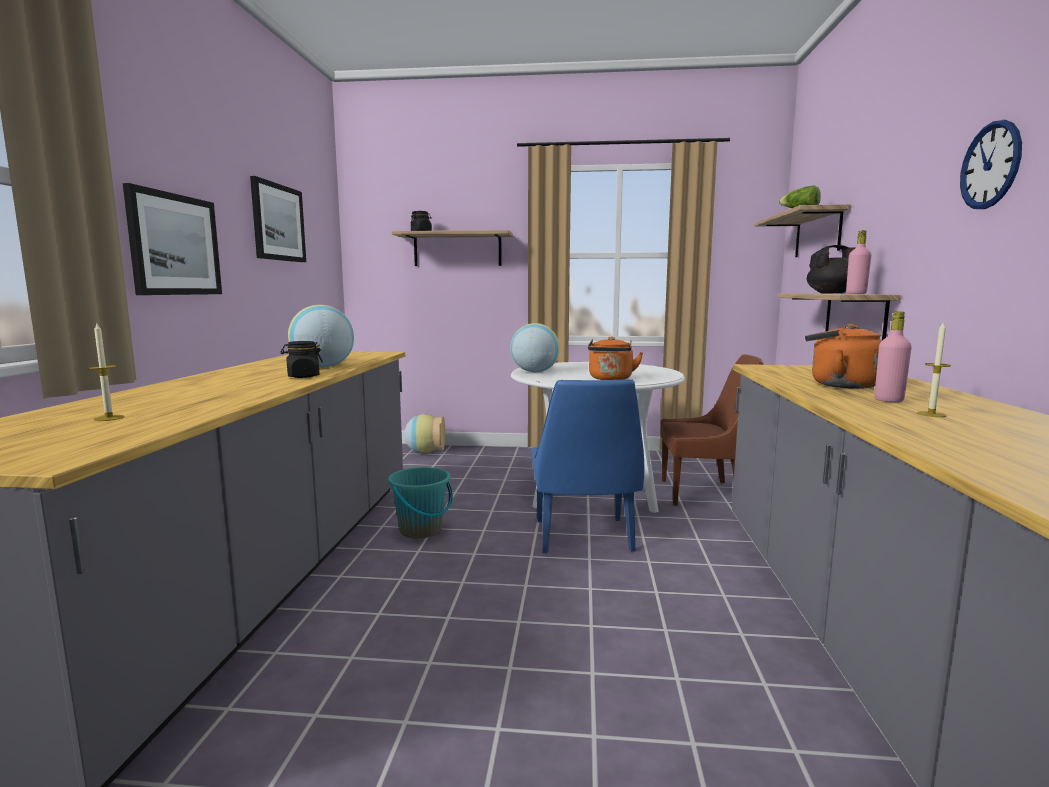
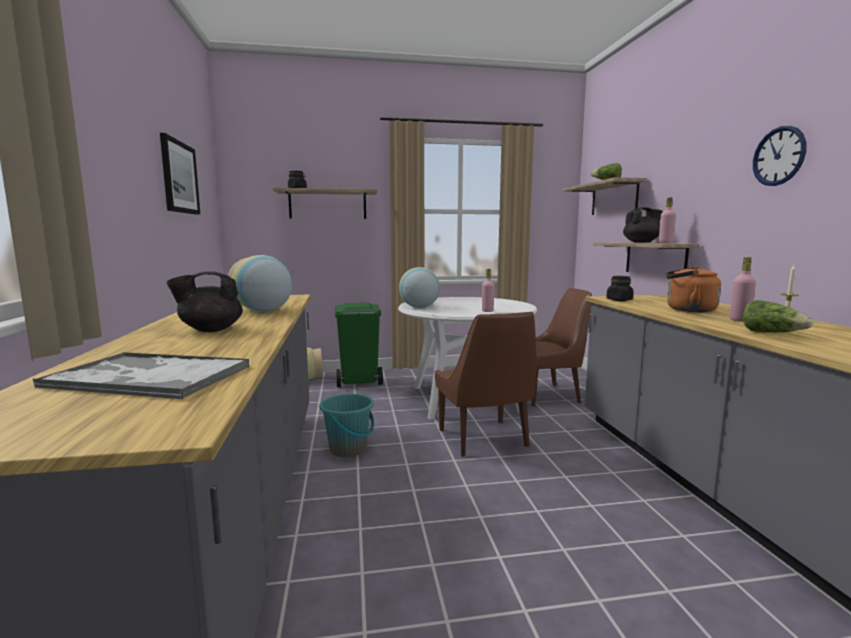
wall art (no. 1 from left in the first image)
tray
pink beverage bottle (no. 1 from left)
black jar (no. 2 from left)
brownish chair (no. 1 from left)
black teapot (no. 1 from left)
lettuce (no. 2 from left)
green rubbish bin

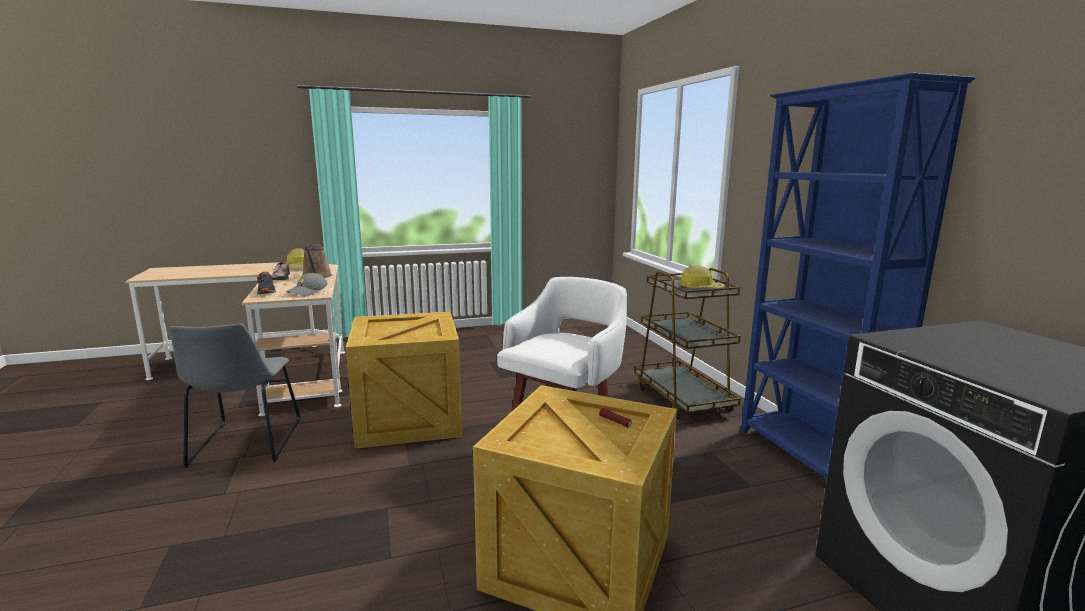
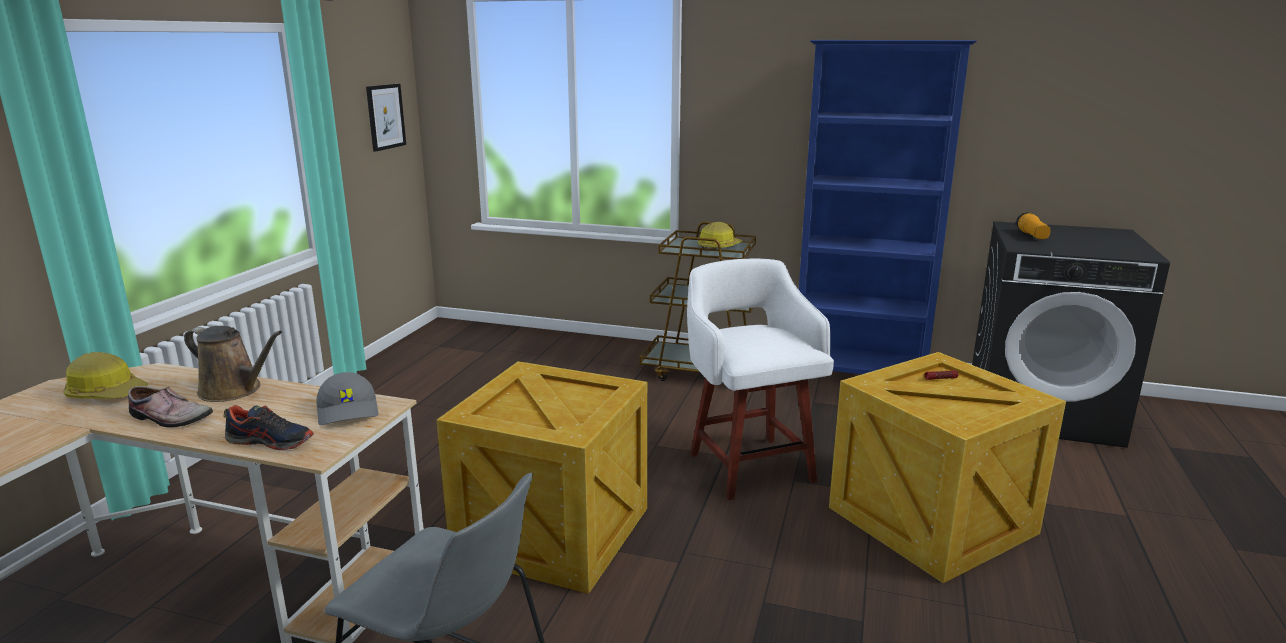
wall art
torch (no. 2 from left)

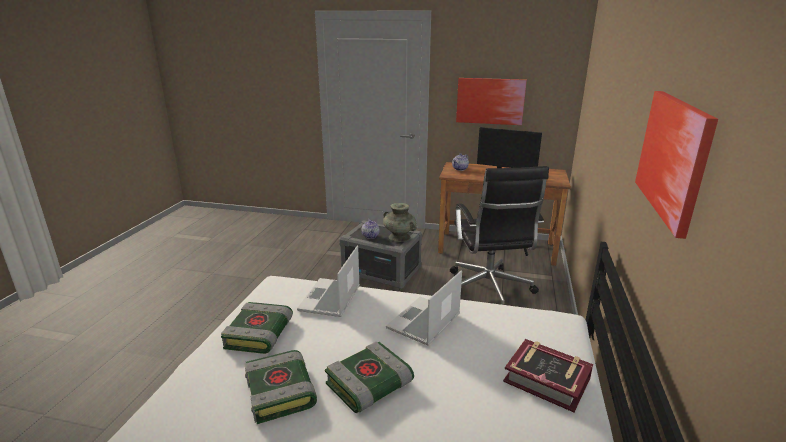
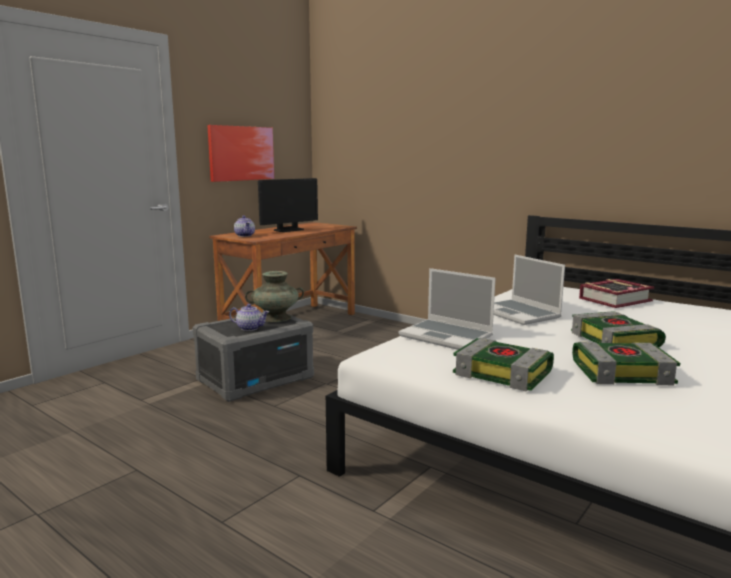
wall art (no. 2 from left in the first image)
black desk chair

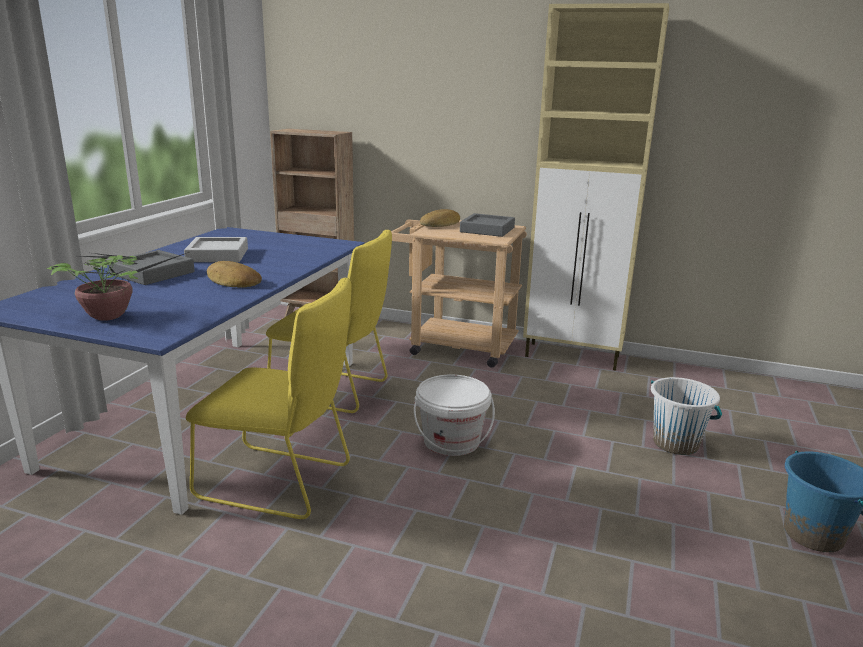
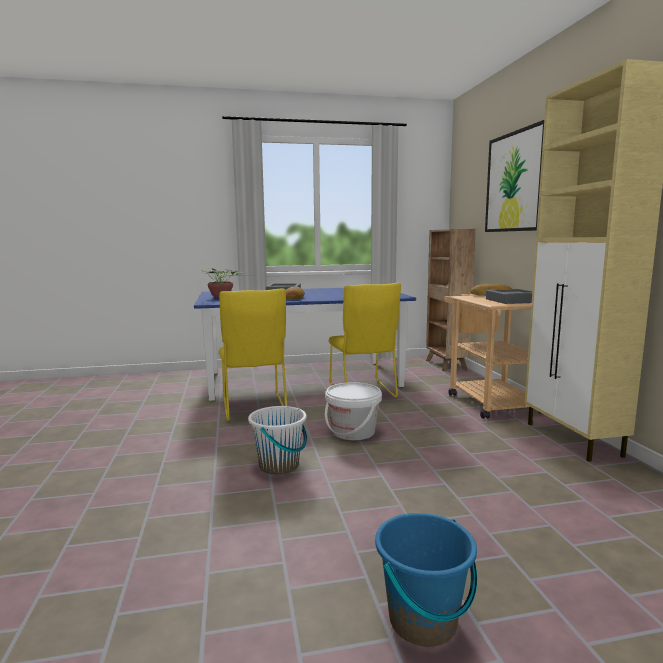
gray tray (no. 2 from left in the first image)
whitish bucket (no. 1 from left)
wall art

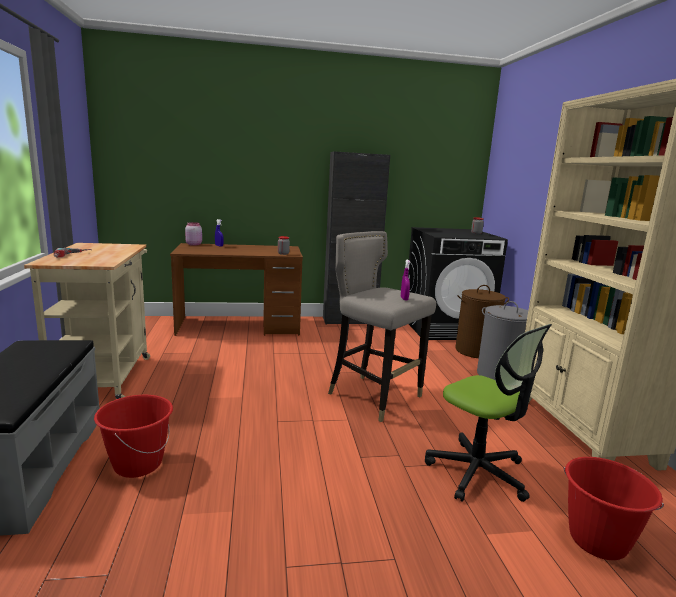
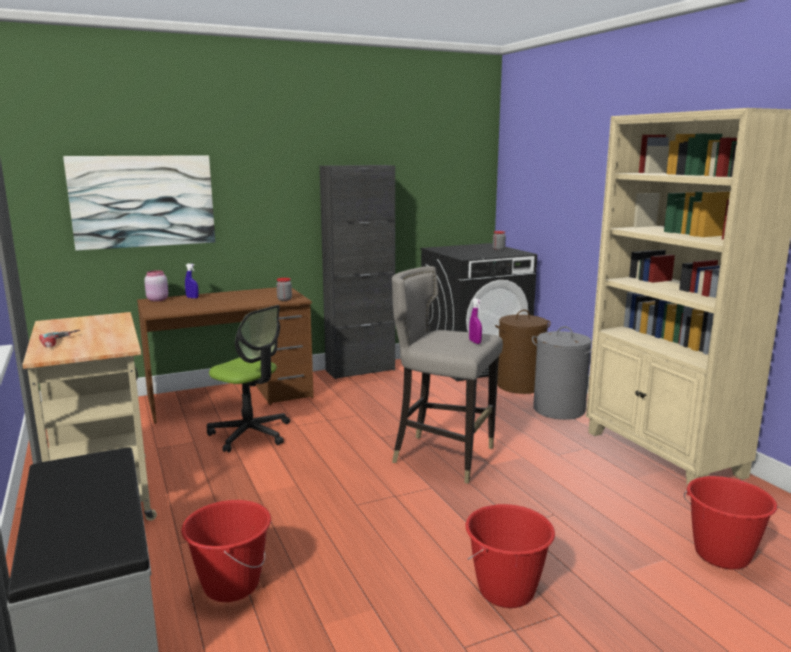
desk chair
wall art
red-coloured bucket (no. 2 from left)

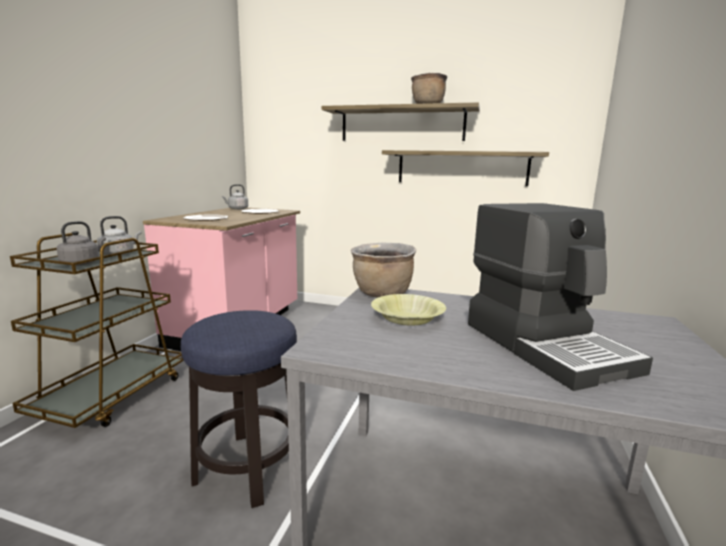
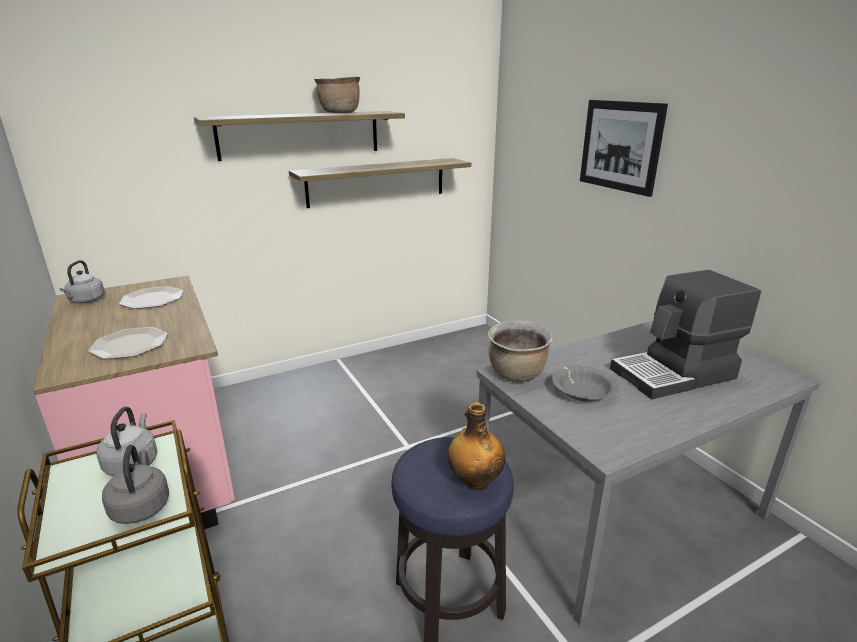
coffee machine
gray serving bowl
wall art
beverage bottle

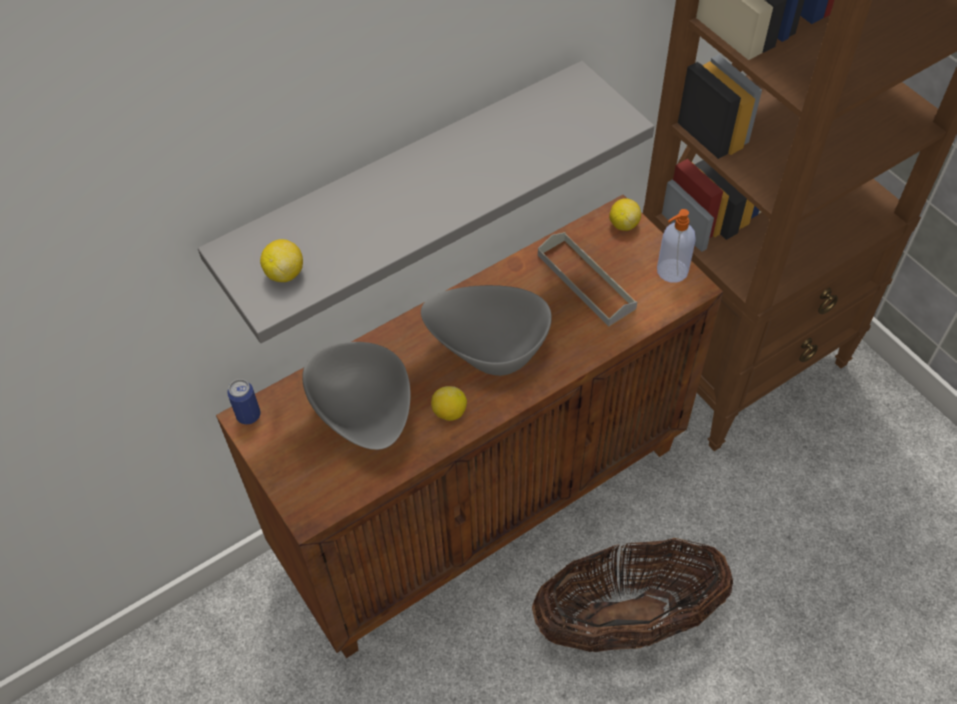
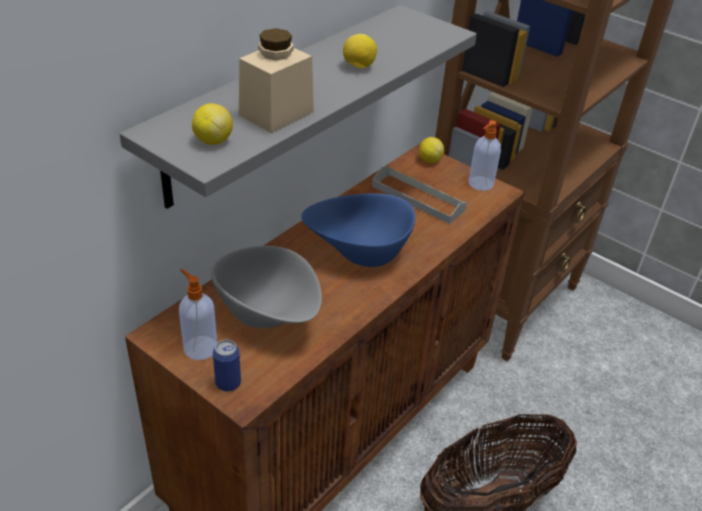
blue serving bowl
metal can
whole lemon (no. 2 from left)
sand-coloured jar
liquid soap bottle (no. 1 from left)

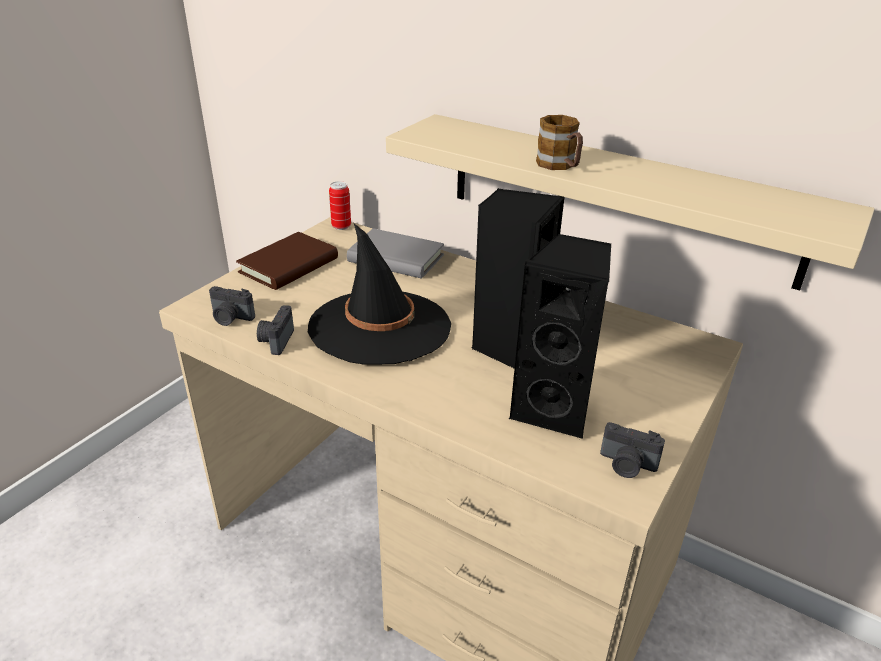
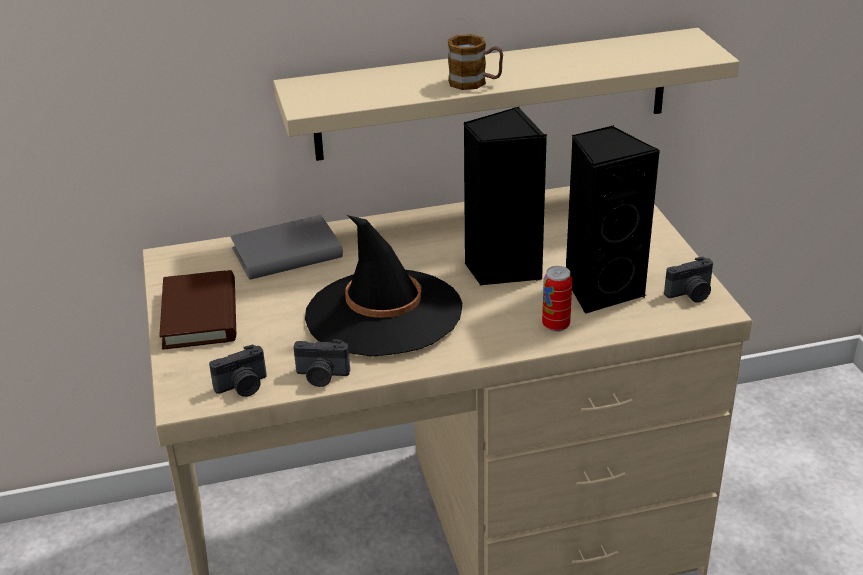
metal can
photo camera (no. 2 from left)

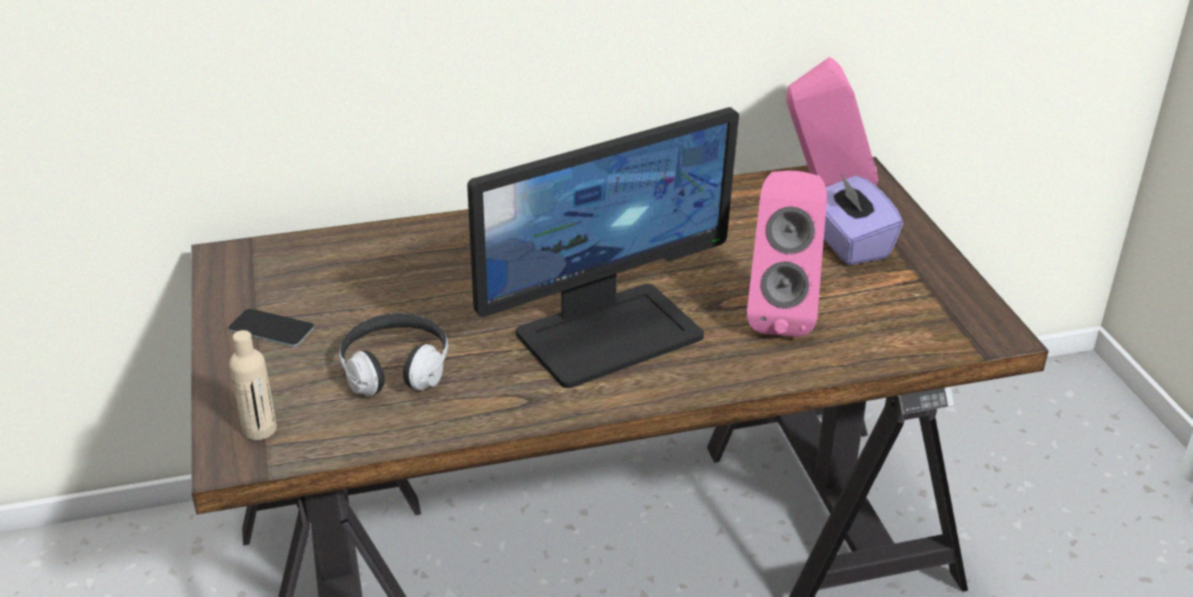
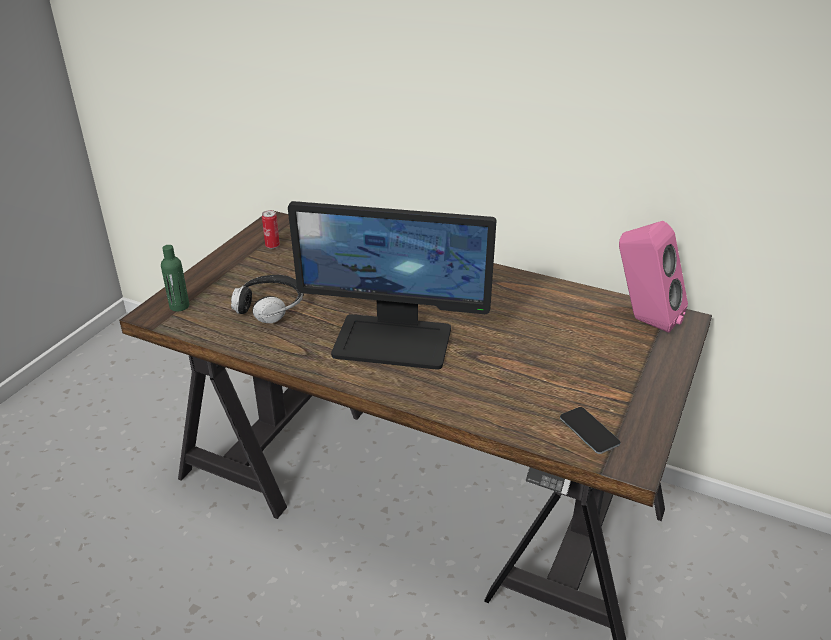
pink loudspeaker (no. 1 from left in the first image)
purplish tissue box
handset
green beverage bottle
metal can

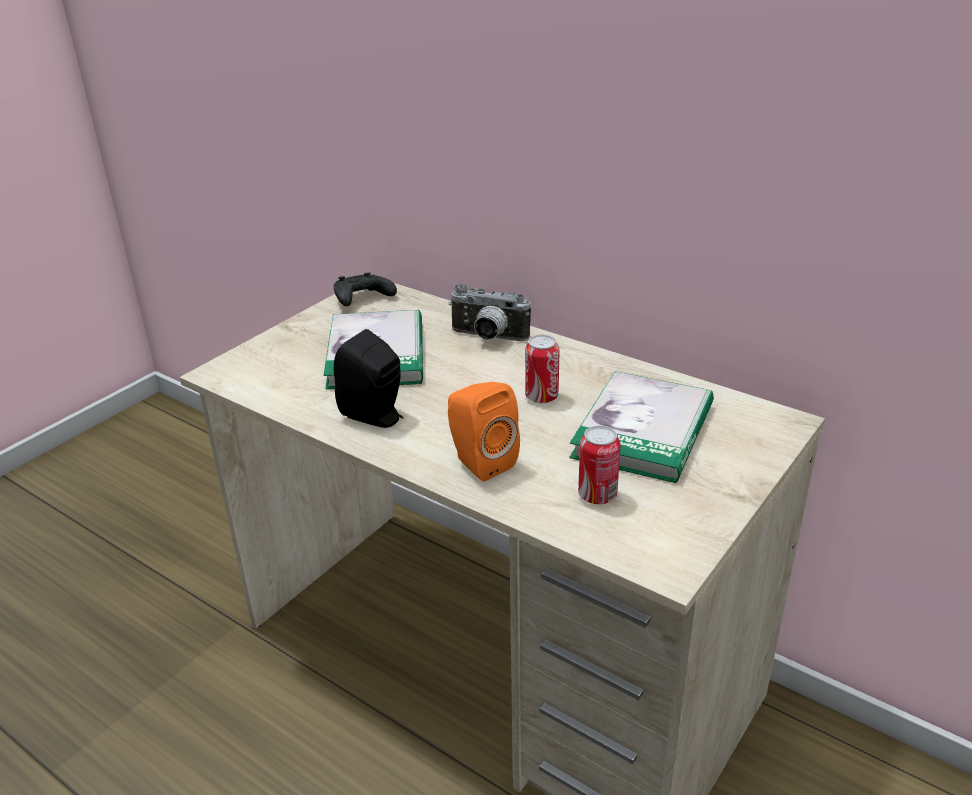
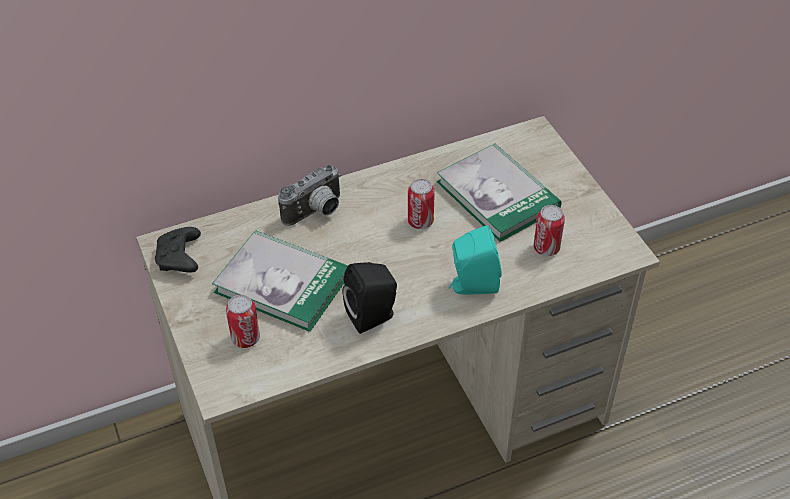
blue-green loudspeaker
metal can (no. 1 from left)

